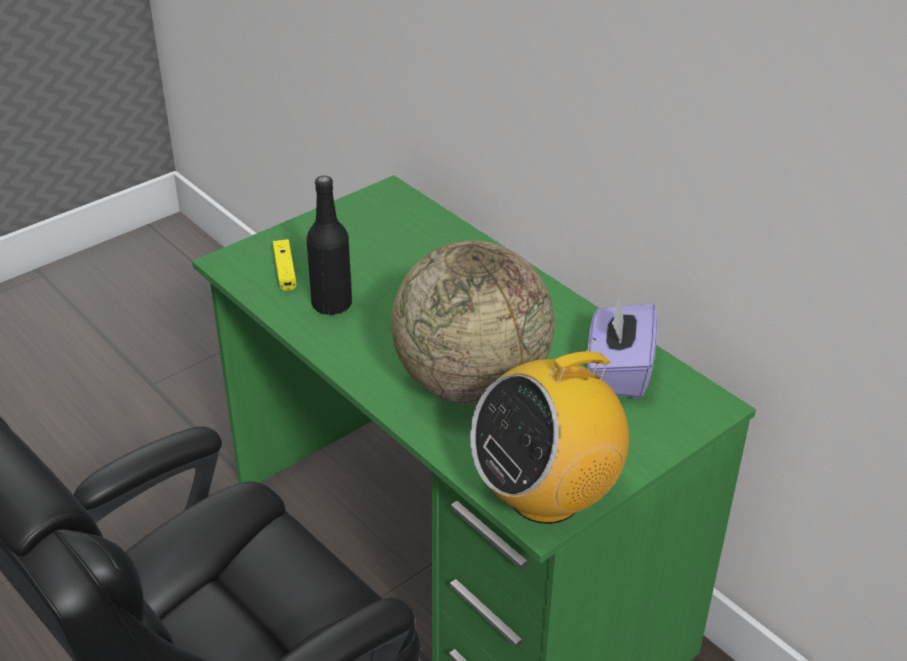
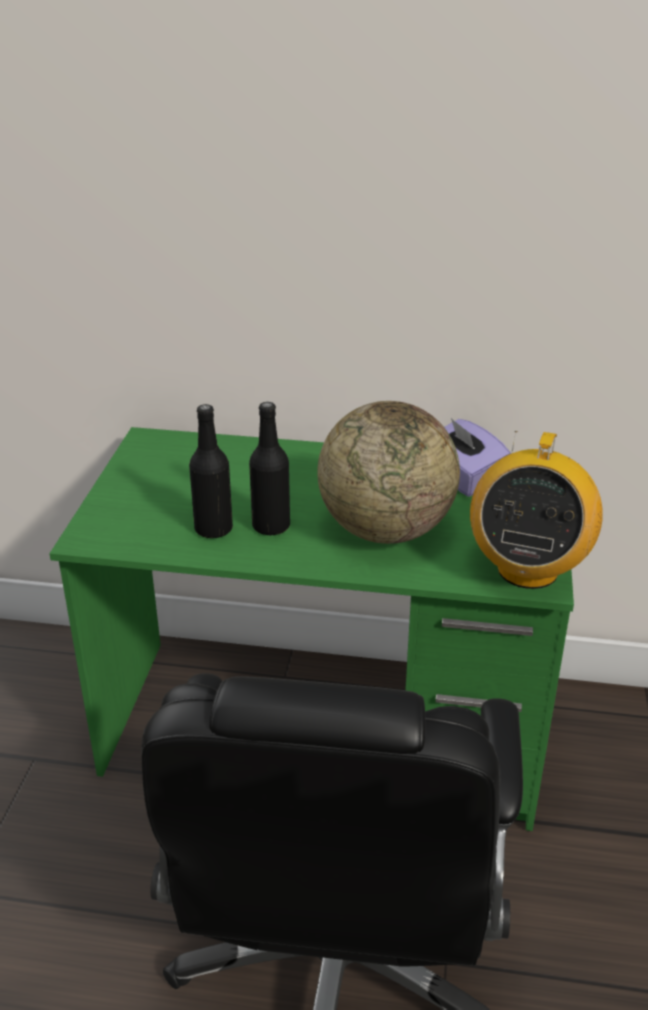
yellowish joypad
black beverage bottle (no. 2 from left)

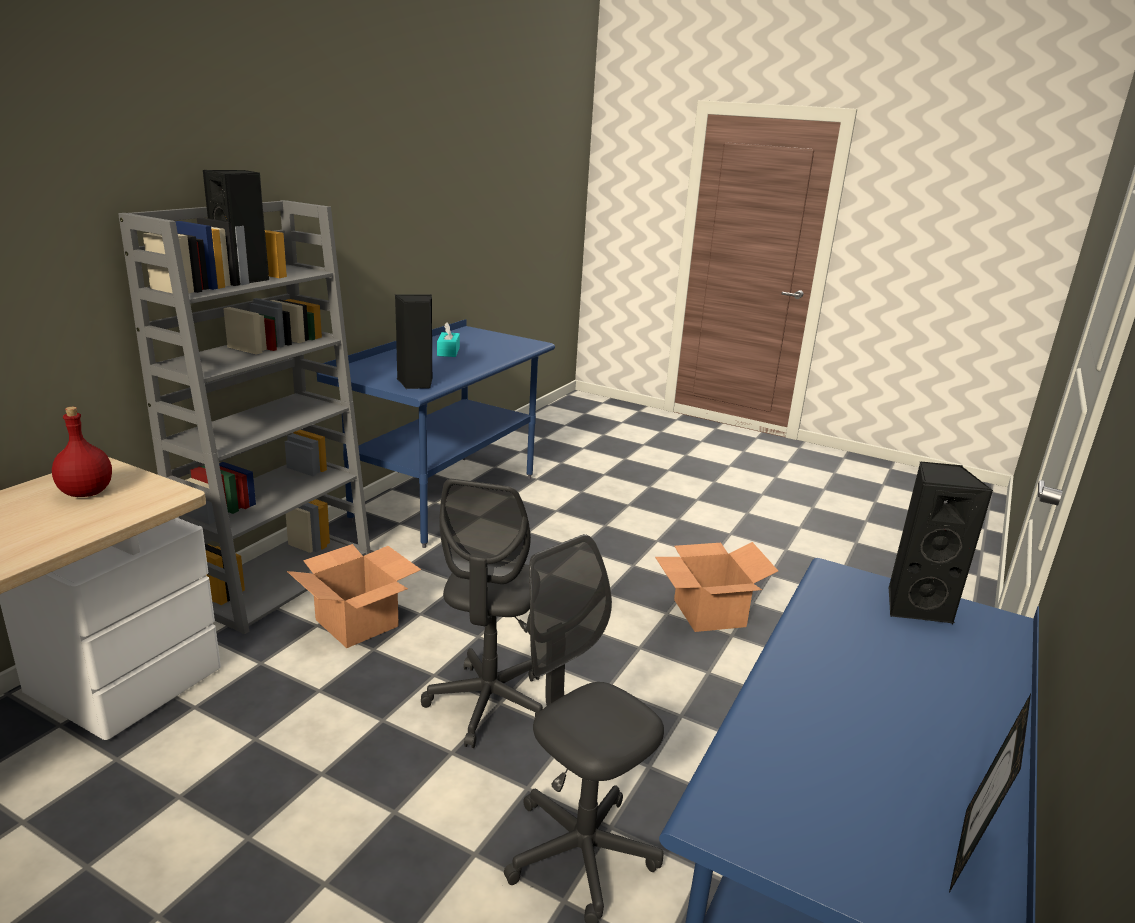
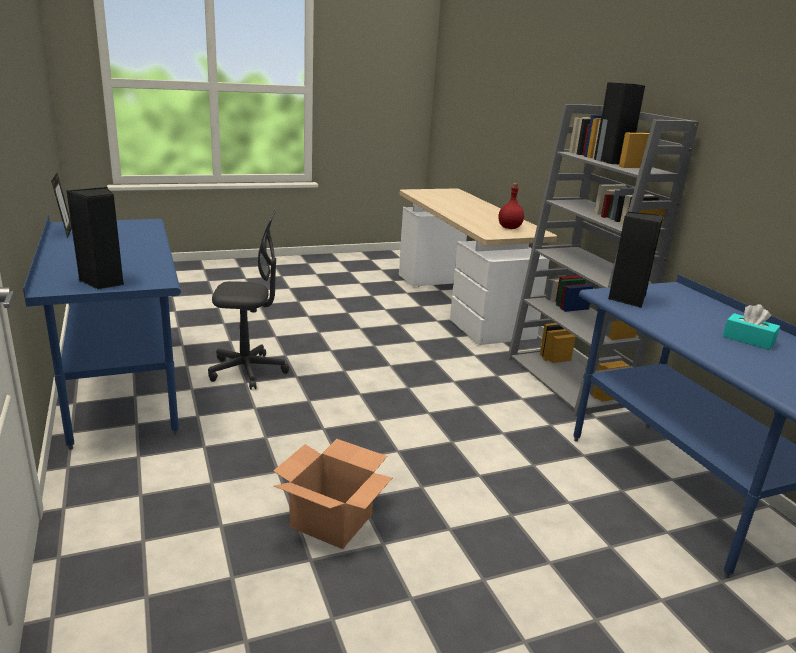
gray desk chair (no. 1 from left in the first image)
cardboard box (no. 1 from left in the first image)

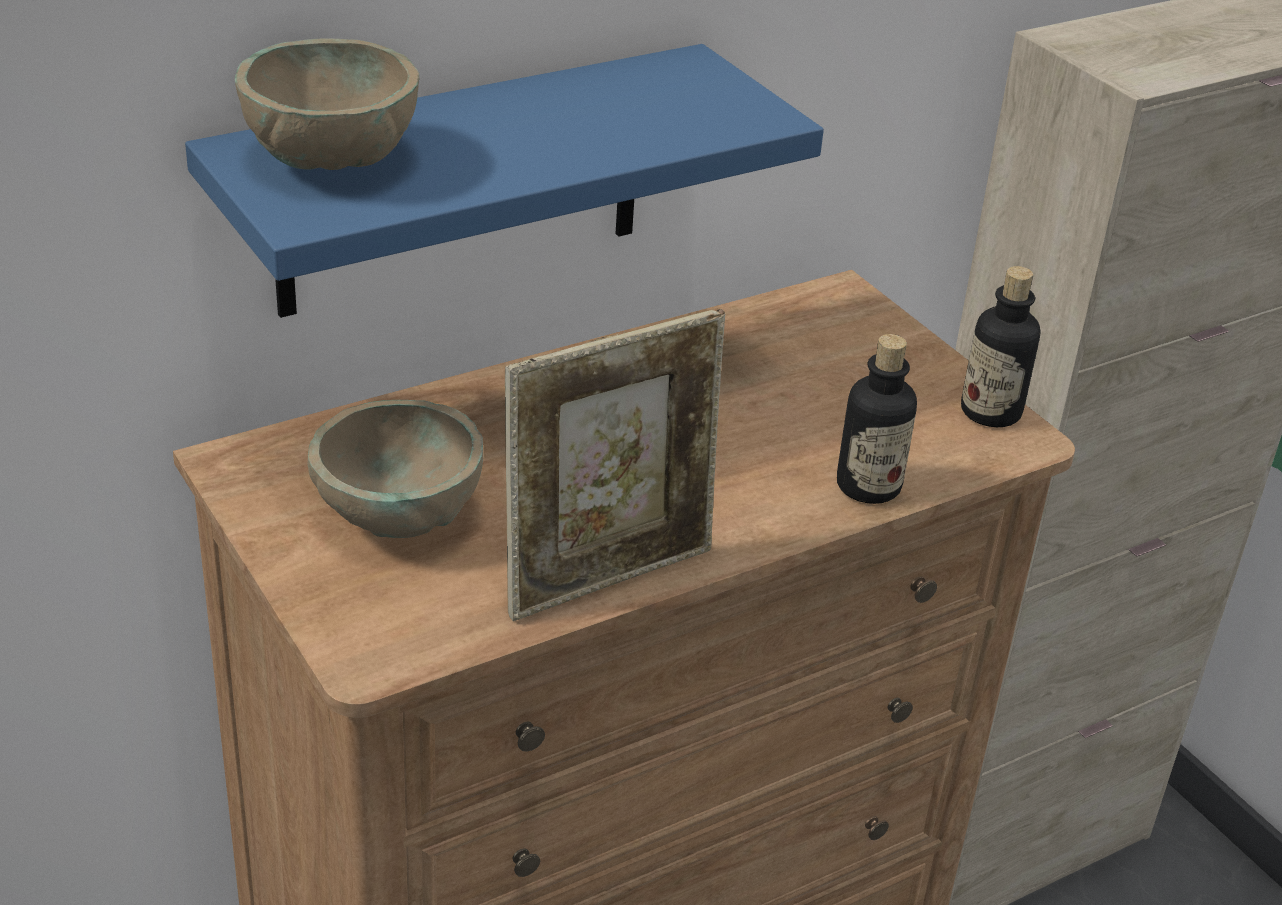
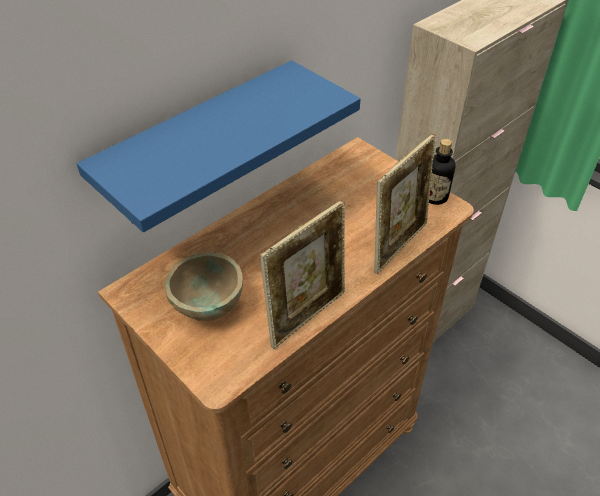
sand-coloured serving bowl (no. 1 from left in the first image)
picture frame (no. 2 from left)

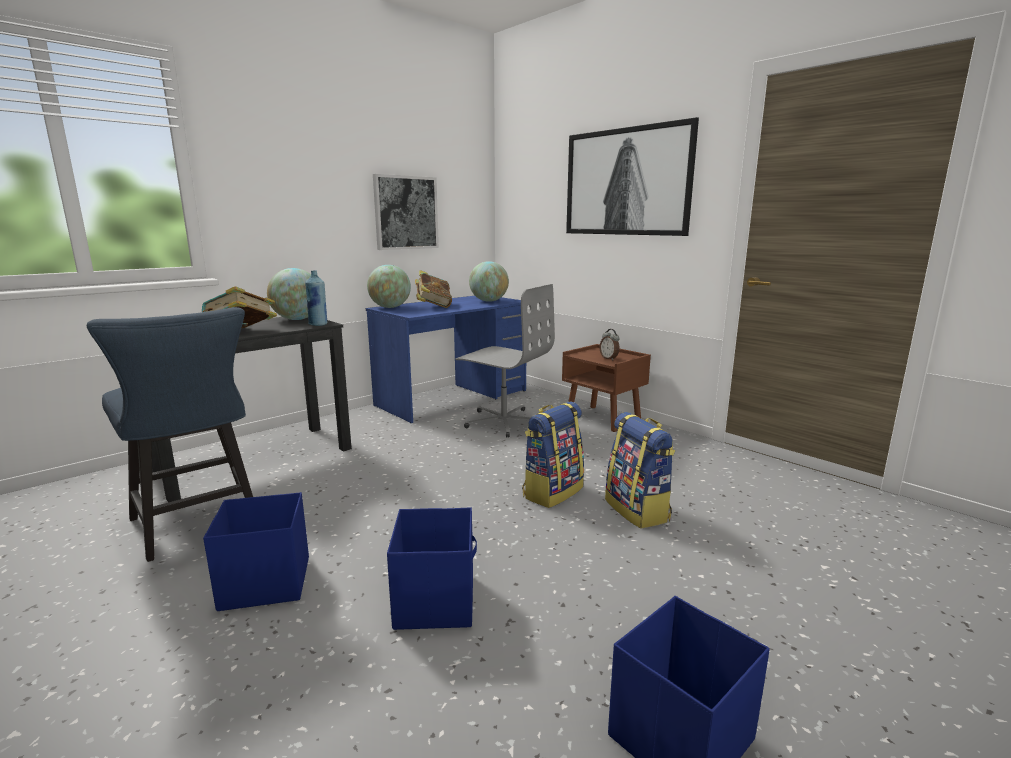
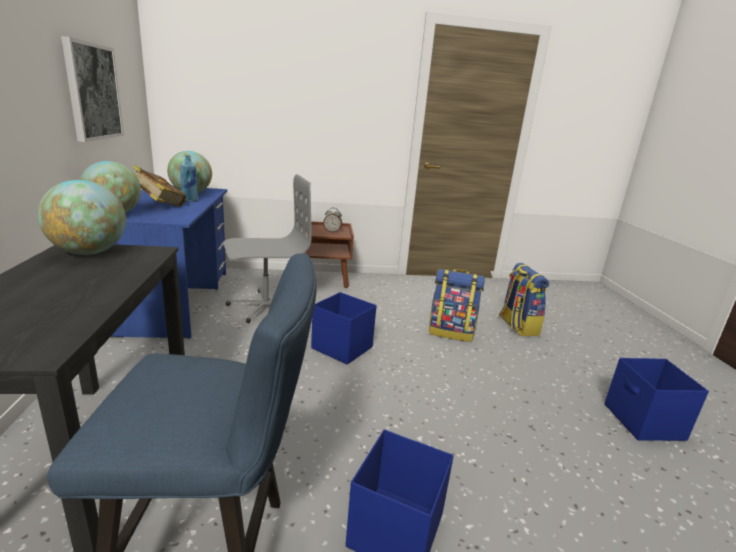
wall art (no. 2 from left in the first image)
blue beverage bottle
book (no. 1 from left in the first image)
knapsack (no. 2 from left)
blue storage box (no. 1 from left)

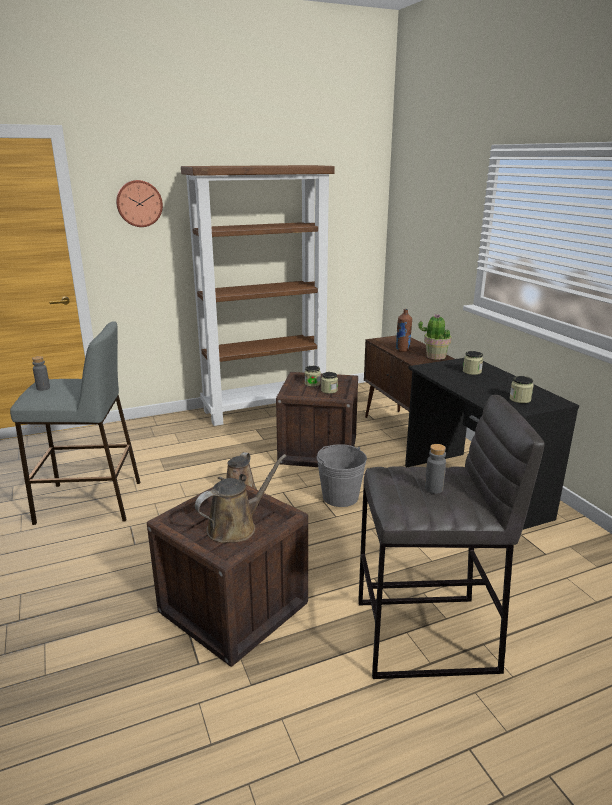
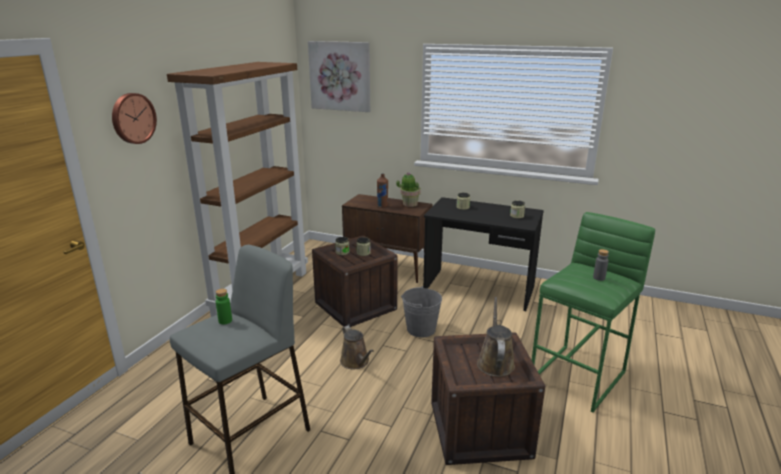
gray beverage bottle (no. 1 from left in the first image)
green sitting stool
wall art
green beverage bottle

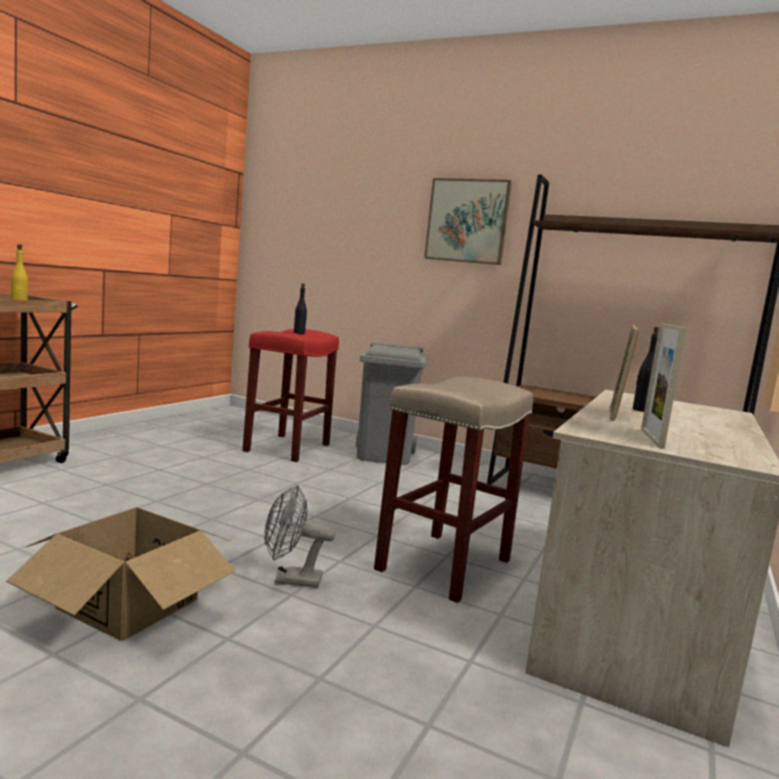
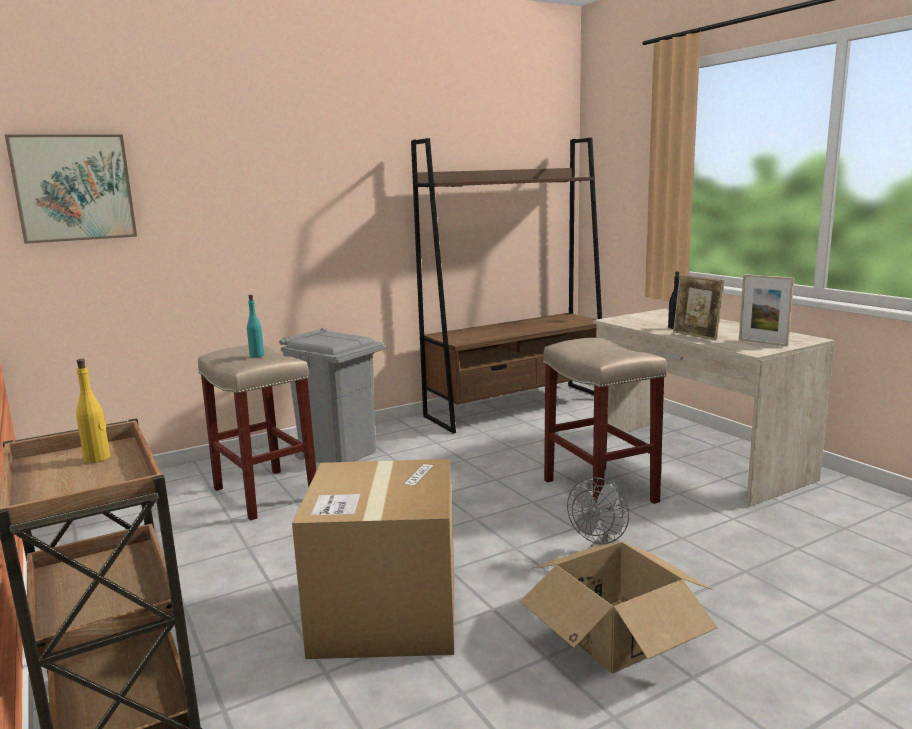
wall art
blue-green beverage bottle
sand-coloured sitting stool (no. 1 from left)
cardboard box (no. 1 from left)

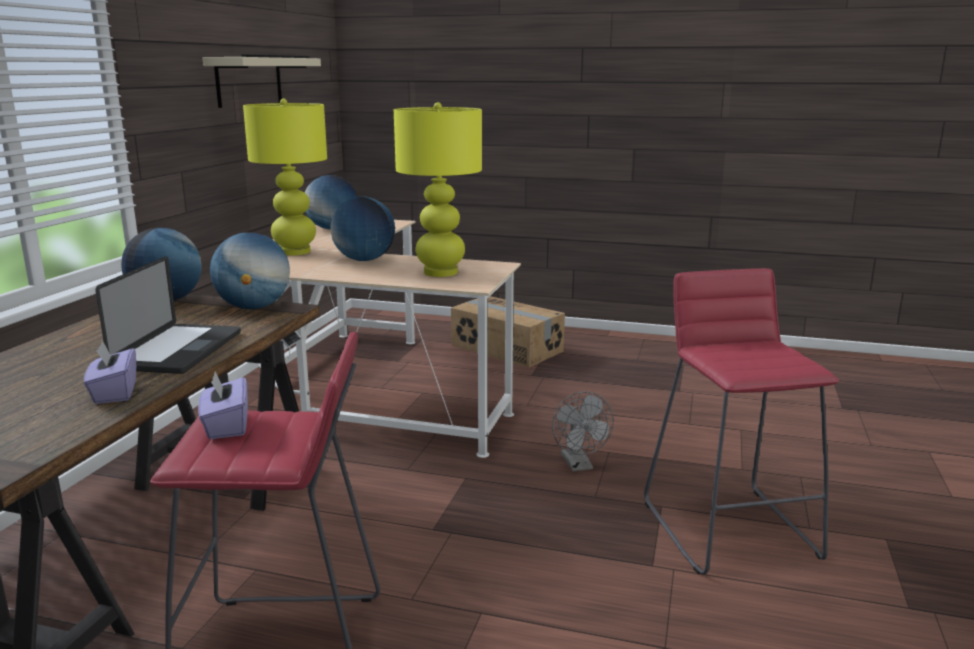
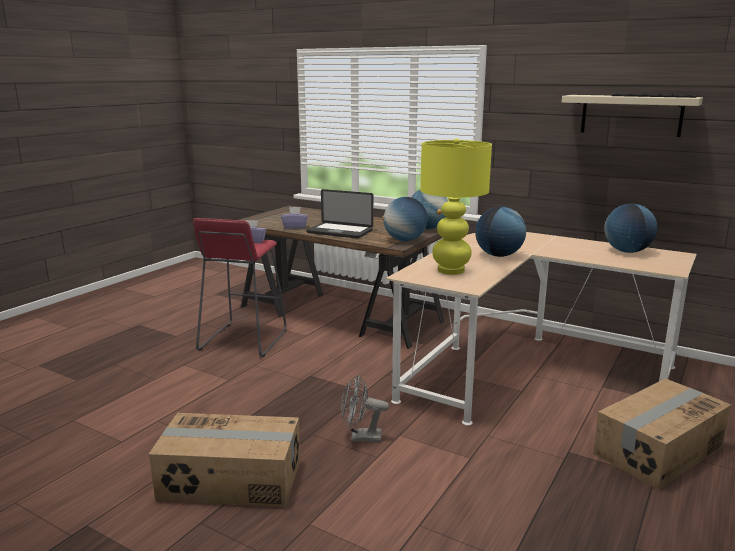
yellowish tabletop lamp (no. 1 from left in the first image)
cardboard box (no. 1 from left)

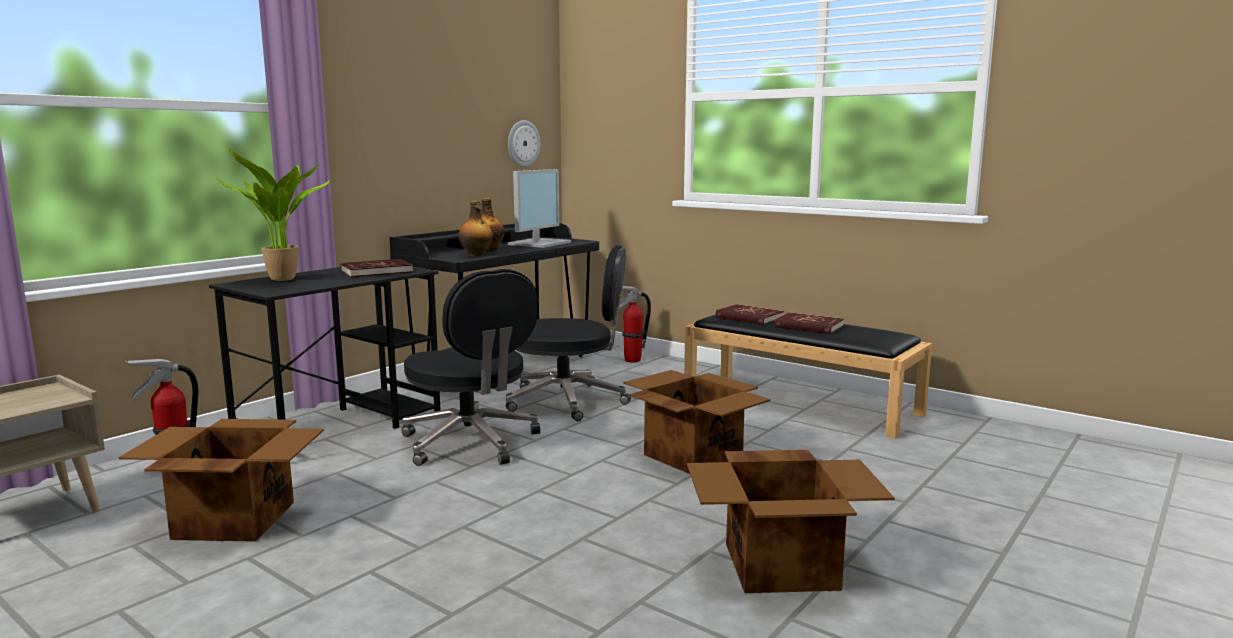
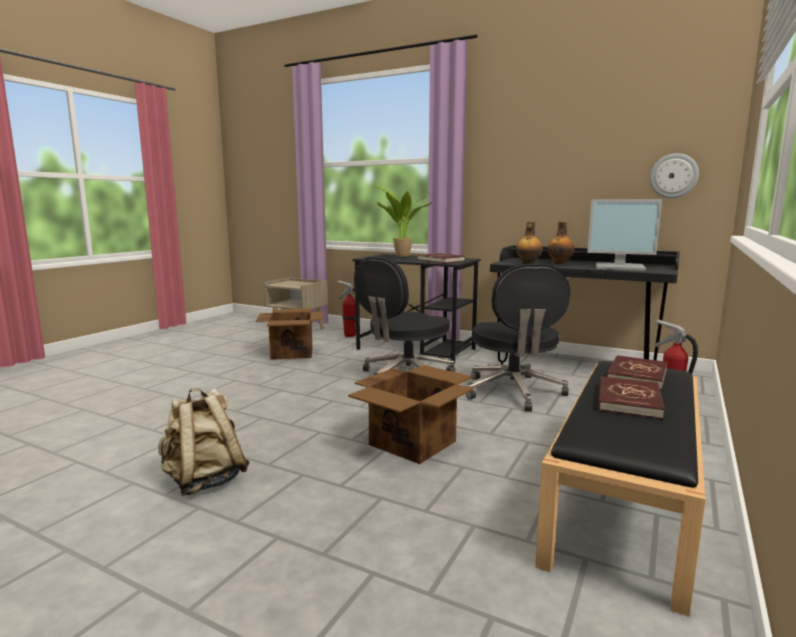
sand-coloured knapsack

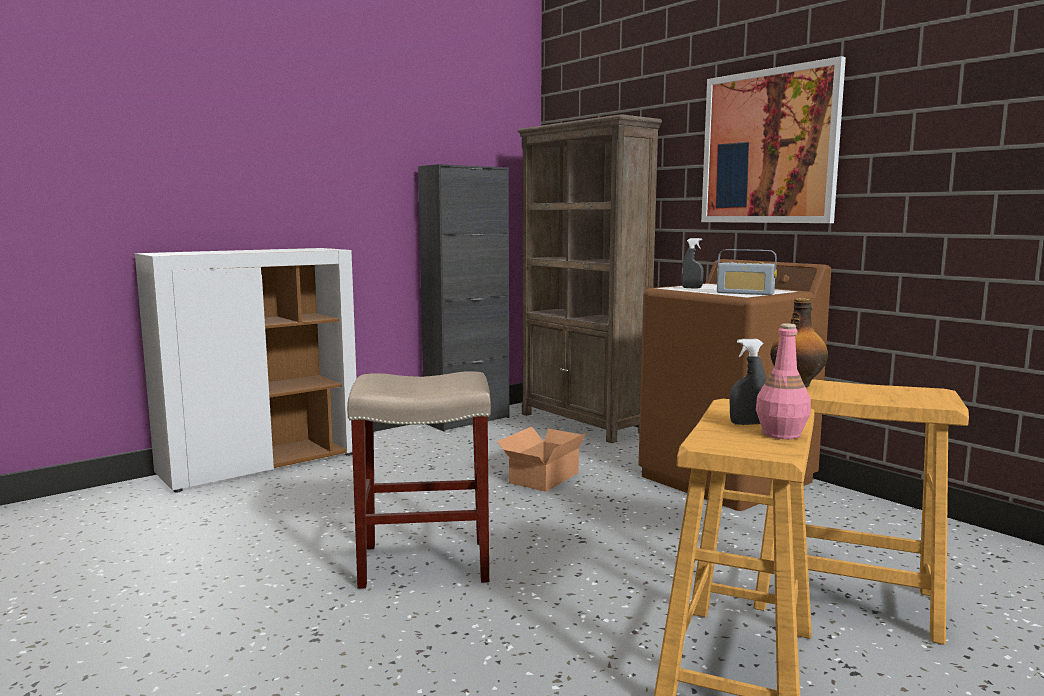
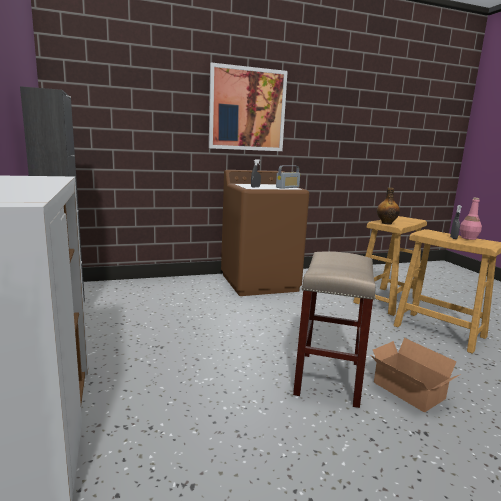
brownish bookcase
cardboard box

